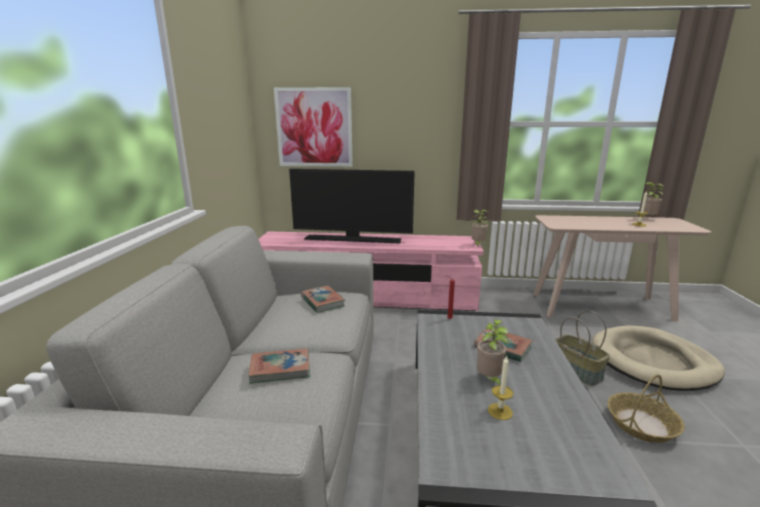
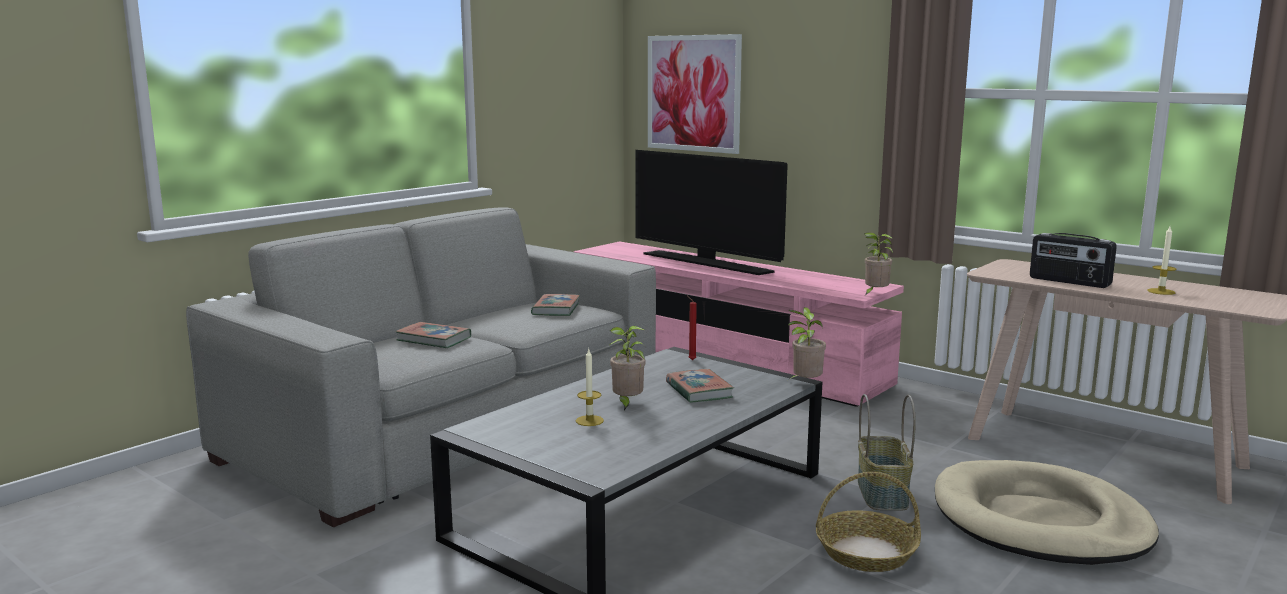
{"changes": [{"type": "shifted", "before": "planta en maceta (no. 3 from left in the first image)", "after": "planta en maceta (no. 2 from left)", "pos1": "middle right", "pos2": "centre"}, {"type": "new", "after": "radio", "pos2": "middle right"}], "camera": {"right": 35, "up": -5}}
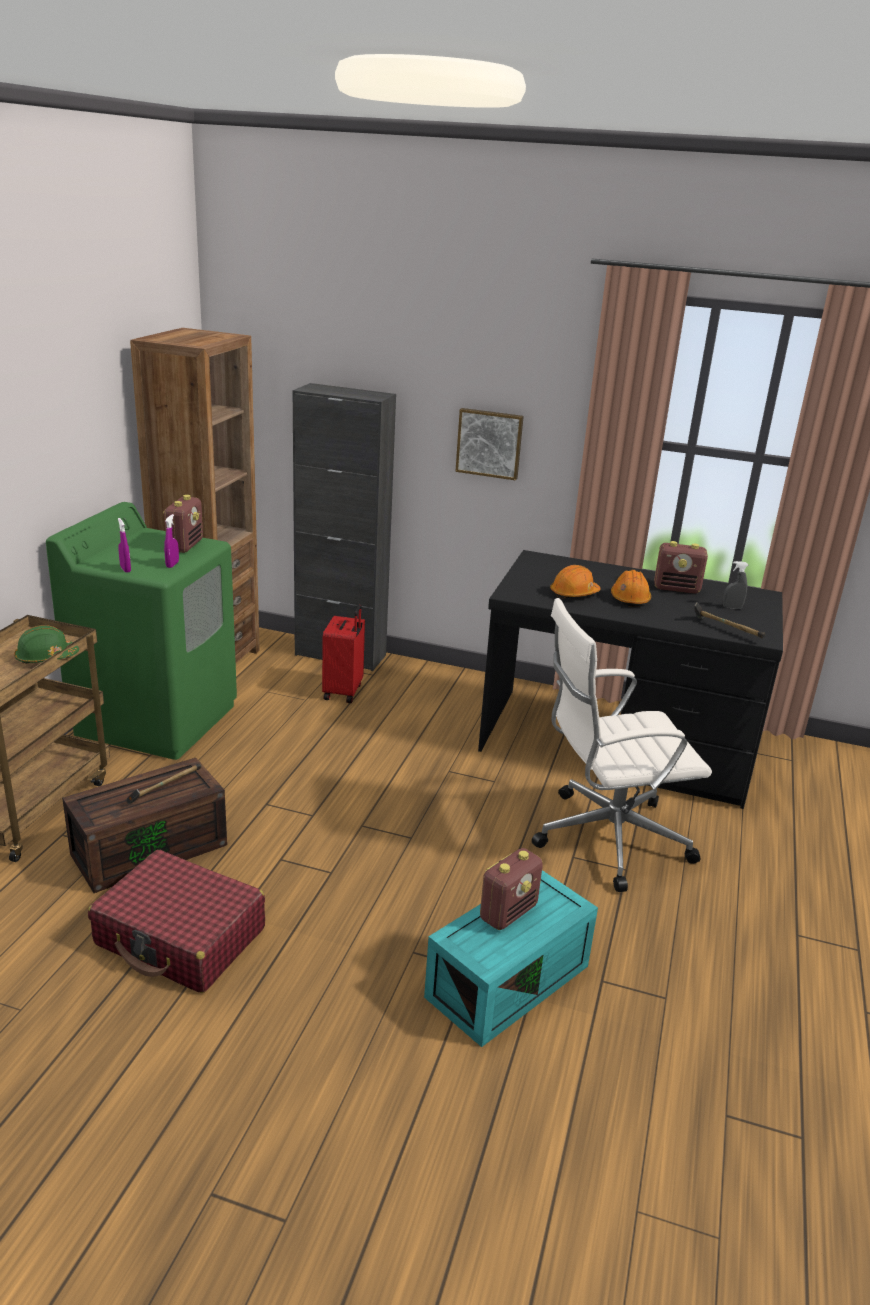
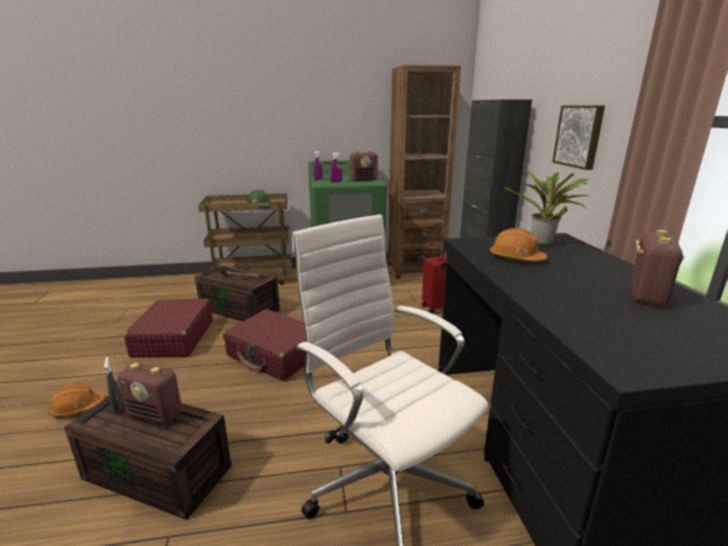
{"changes": [{"type": "repainted", "before": "caja de almacenaje (turquesa)", "after": "caja de almacenaje (marrón) (no. 1 from left)", "pos1": "bottom centre", "pos2": "bottom left"}, {"type": "shifted", "before": "casco (naranja) (no. 2 from left in the first image)", "after": "casco (naranja) (no. 1 from left)", "pos1": "middle right", "pos2": "bottom left"}, {"type": "rotated", "before": "radio (no. 3 from left)", "pos1": "middle right", "pos2": "middle right", "turn": -135}, {"type": "gone", "before": "martillo (no. 2 from left)", "pos1": "middle right"}, {"type": "shifted", "before": "pulverizador (gris)", "pos1": "middle right", "pos2": "bottom left"}, {"type": "new", "after": "maleta (rojo) (no. 2 from left)", "pos2": "centre"}, {"type": "new", "after": "planta en maceta", "pos2": "middle right"}], "camera": {"right": 65, "up": -5}}
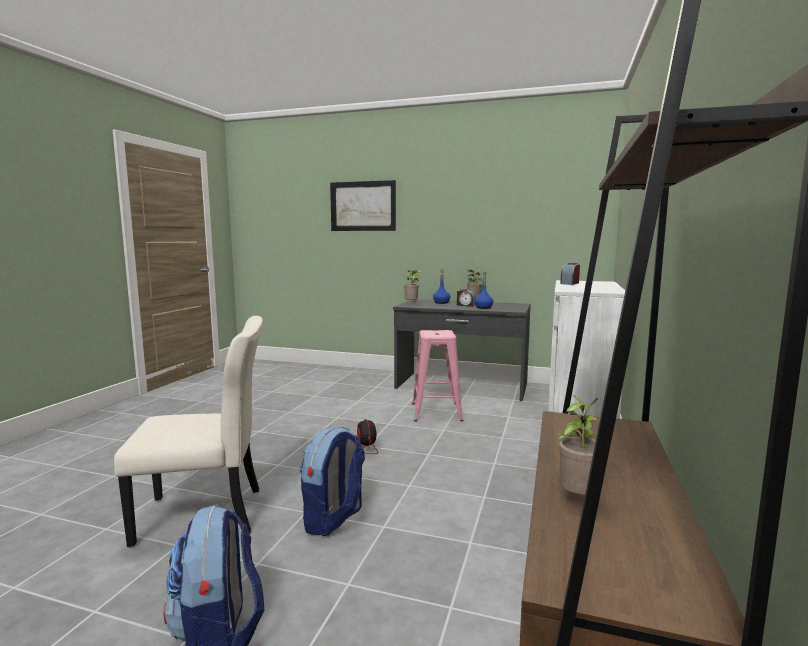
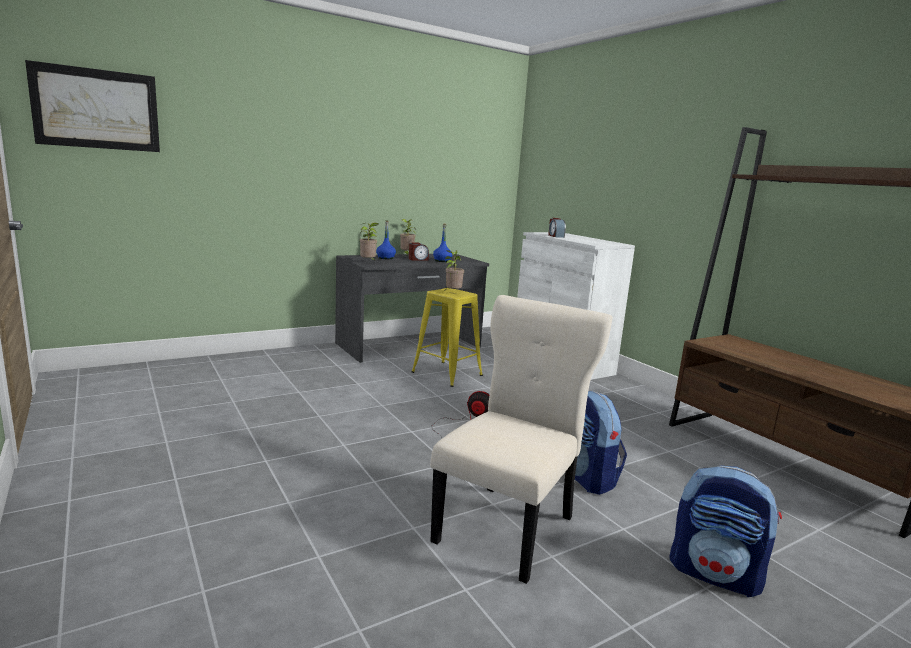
{"changes": [{"type": "shifted", "before": "cuadro", "pos1": "top centre", "pos2": "top left"}, {"type": "repainted", "before": "taburete (rosa)", "after": "taburete (amarillo)", "pos1": "centre", "pos2": "centre"}, {"type": "shifted", "before": "planta en maceta (no. 3 from left)", "pos1": "bottom right", "pos2": "centre"}], "camera": {"right": -50, "up": 5}}
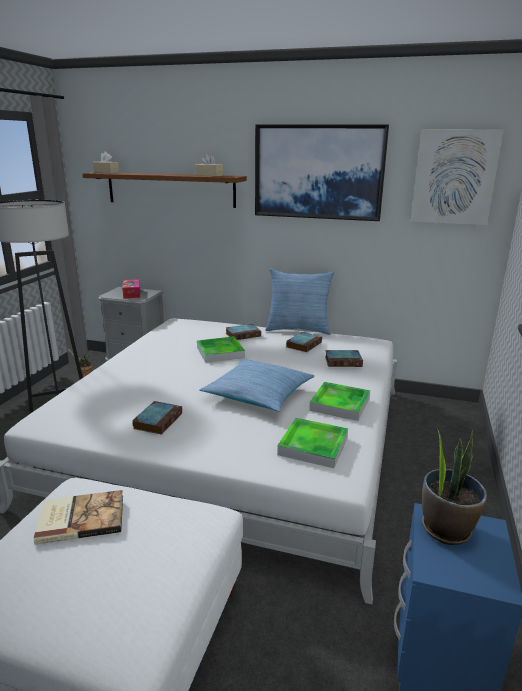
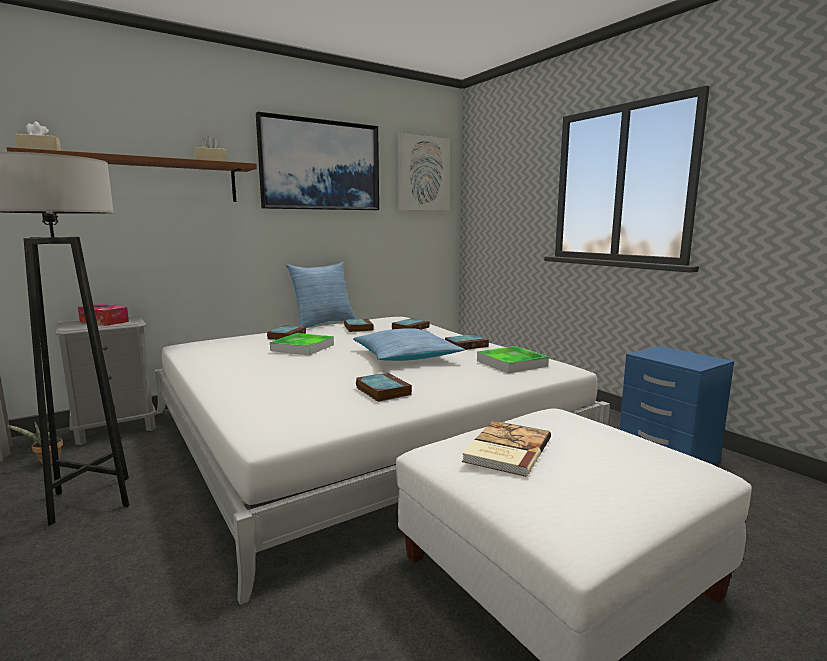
{"changes": [{"type": "swapped", "before": "bandeja (no. 3 from left)", "after": "libro (no. 5 from left)", "pos1": "centre", "pos2": "centre"}, {"type": "gone", "before": "planta en maceta (no. 2 from left)", "pos1": "bottom right"}], "camera": {"right": -50, "up": -10}}
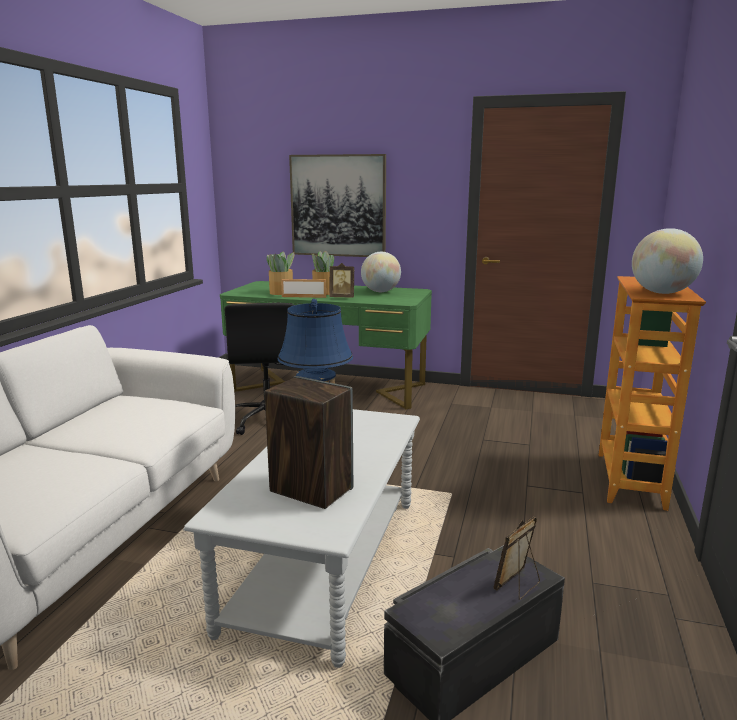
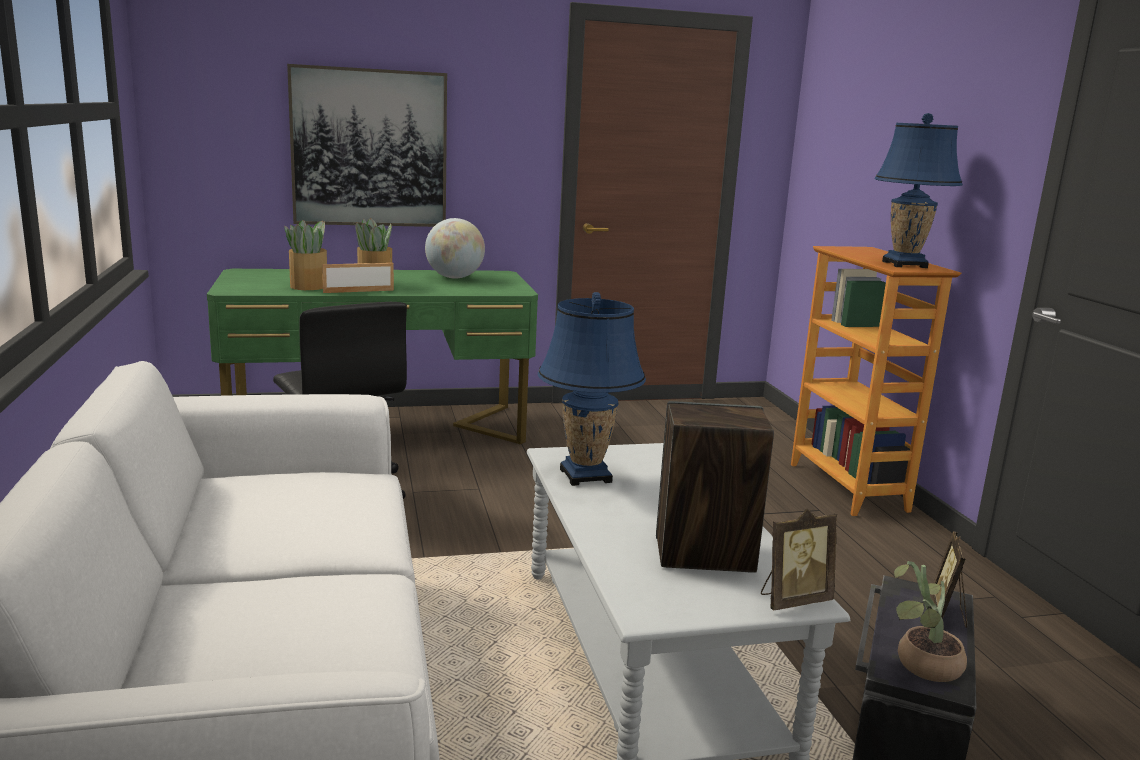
{"changes": [{"type": "shifted", "before": "portarretratos (no. 2 from left)", "pos1": "centre", "pos2": "bottom right"}, {"type": "swapped", "before": "globo terráqueo (no. 2 from left)", "after": "lámpara de mesa (azul) (no. 2 from left)", "pos1": "middle right", "pos2": "top right"}, {"type": "new", "after": "planta en maceta (no. 3 from left)", "pos2": "bottom right"}], "camera": {"right": -30, "up": 0}}
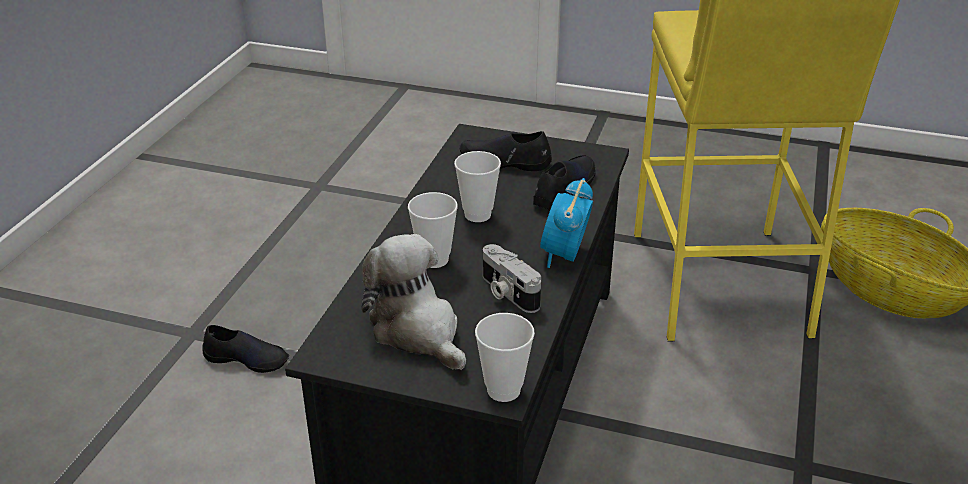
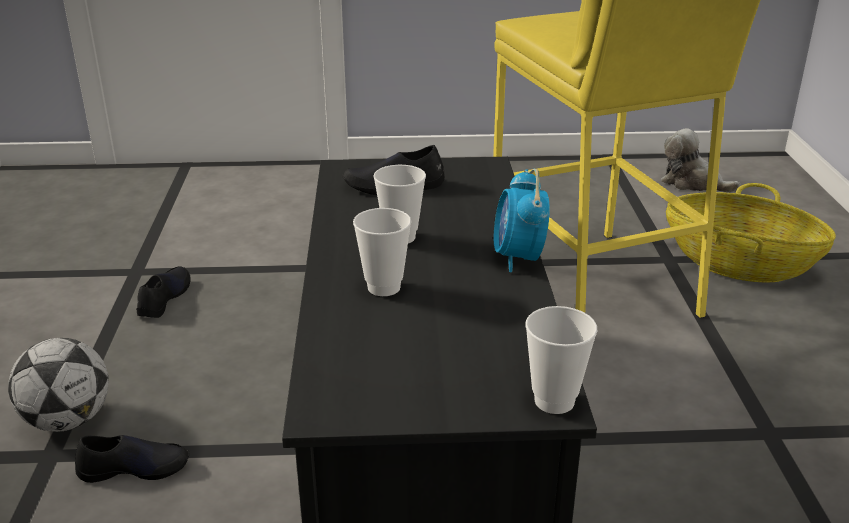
{"changes": [{"type": "shifted", "before": "peluche", "pos1": "centre", "pos2": "top right"}, {"type": "gone", "before": "cámara", "pos1": "centre"}, {"type": "shifted", "before": "zapato (negro) (no. 3 from left in the first image)", "after": "zapato (negro) (no. 2 from left)", "pos1": "centre", "pos2": "middle left"}, {"type": "new", "after": "balón de fútbol", "pos2": "bottom left"}], "camera": {"right": -20, "up": -5}}
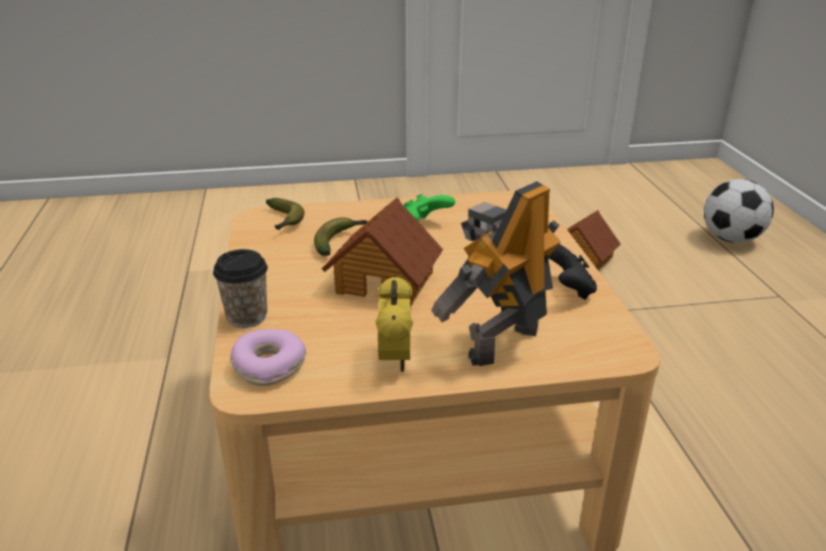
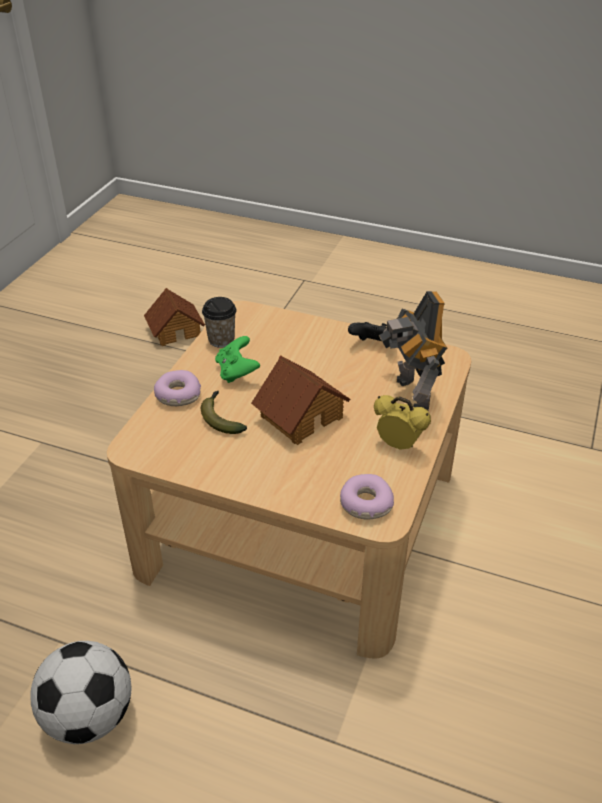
{"changes": [{"type": "shifted", "before": "taza", "pos1": "middle left", "pos2": "centre"}, {"type": "gone", "before": "plátano (no. 1 from left)", "pos1": "centre"}, {"type": "shifted", "before": "balón de fútbol", "pos1": "middle right", "pos2": "bottom left"}, {"type": "new", "after": "rosquilla (no. 1 from left)", "pos2": "middle left"}], "camera": {"right": -60, "up": 10}}
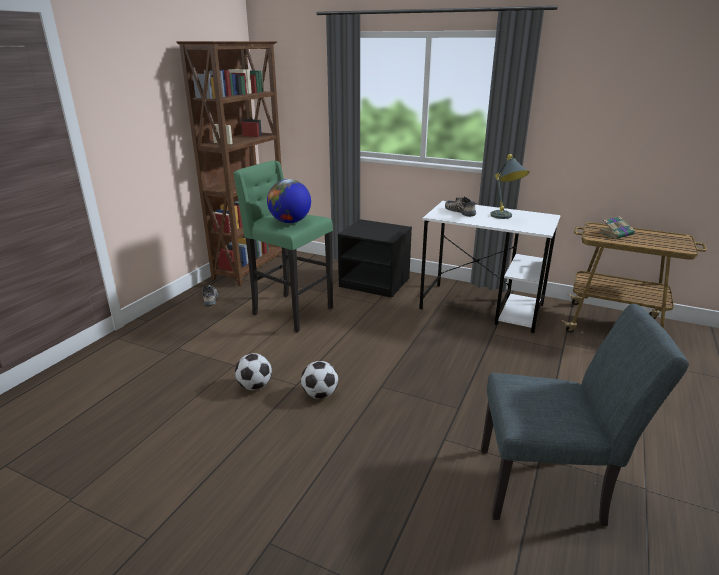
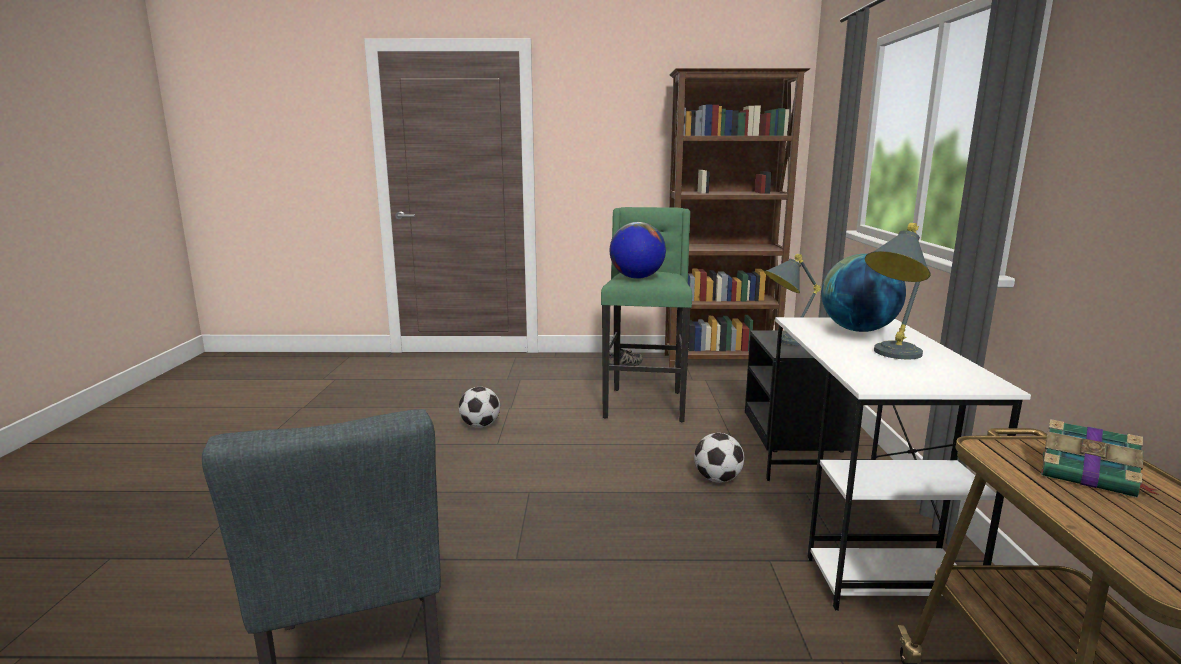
{"changes": [{"type": "shifted", "before": "balón de fútbol (no. 2 from left)", "pos1": "centre", "pos2": "bottom centre"}, {"type": "swapped", "before": "zapato (no. 2 from left)", "after": "globo terráqueo (no. 2 from left)", "pos1": "centre", "pos2": "middle right"}, {"type": "new", "after": "lámpara de mesa (gris) (no. 1 from left)", "pos2": "middle right"}], "camera": {"right": 65, "up": -10}}
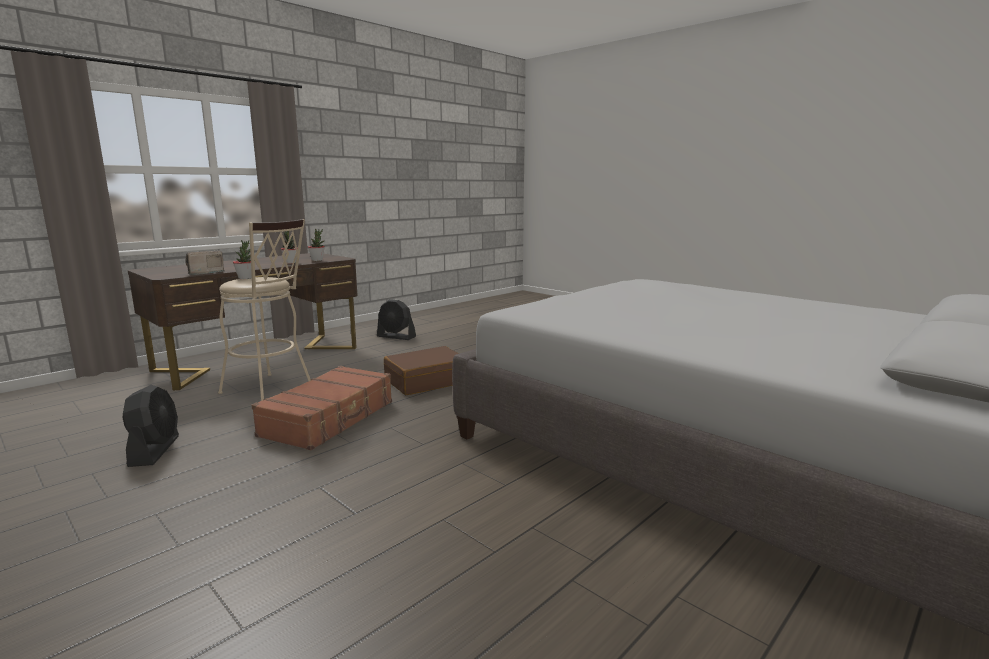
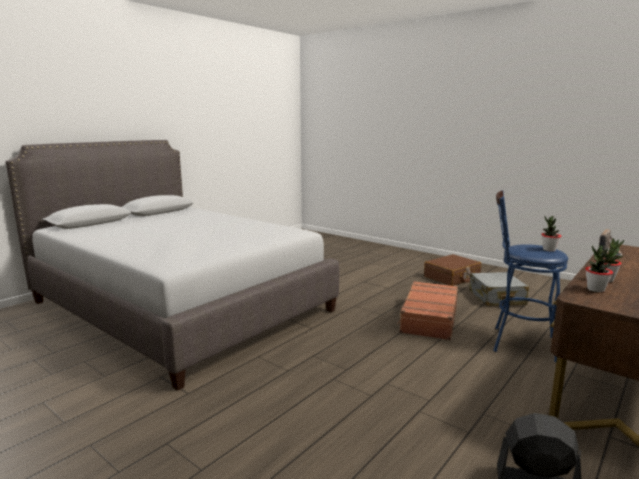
{"changes": [{"type": "swapped", "before": "ventilador (negro) (no. 1 from left)", "after": "maleta (gris)", "pos1": "middle left", "pos2": "middle right"}, {"type": "repainted", "before": "taburete (beis)", "after": "taburete (azul)", "pos1": "middle left", "pos2": "middle right"}, {"type": "shifted", "before": "maleta (marrón) (no. 2 from left)", "pos1": "centre", "pos2": "middle right"}], "camera": {"right": 175, "up": 0}}
